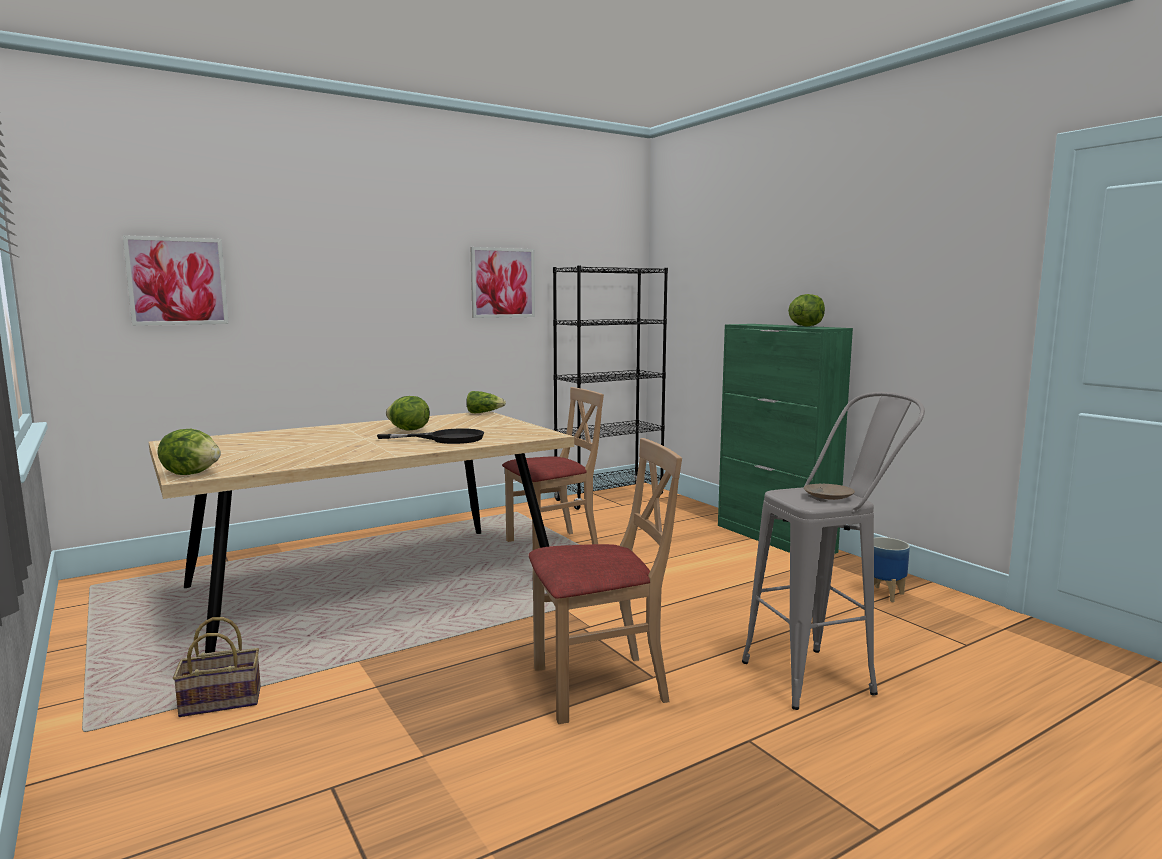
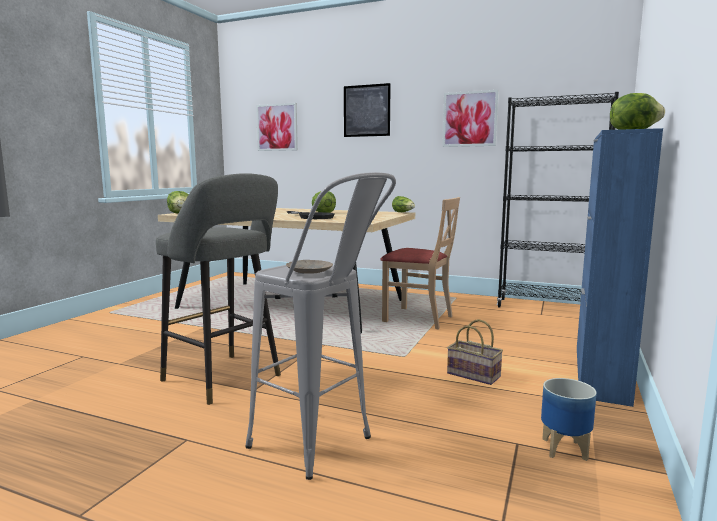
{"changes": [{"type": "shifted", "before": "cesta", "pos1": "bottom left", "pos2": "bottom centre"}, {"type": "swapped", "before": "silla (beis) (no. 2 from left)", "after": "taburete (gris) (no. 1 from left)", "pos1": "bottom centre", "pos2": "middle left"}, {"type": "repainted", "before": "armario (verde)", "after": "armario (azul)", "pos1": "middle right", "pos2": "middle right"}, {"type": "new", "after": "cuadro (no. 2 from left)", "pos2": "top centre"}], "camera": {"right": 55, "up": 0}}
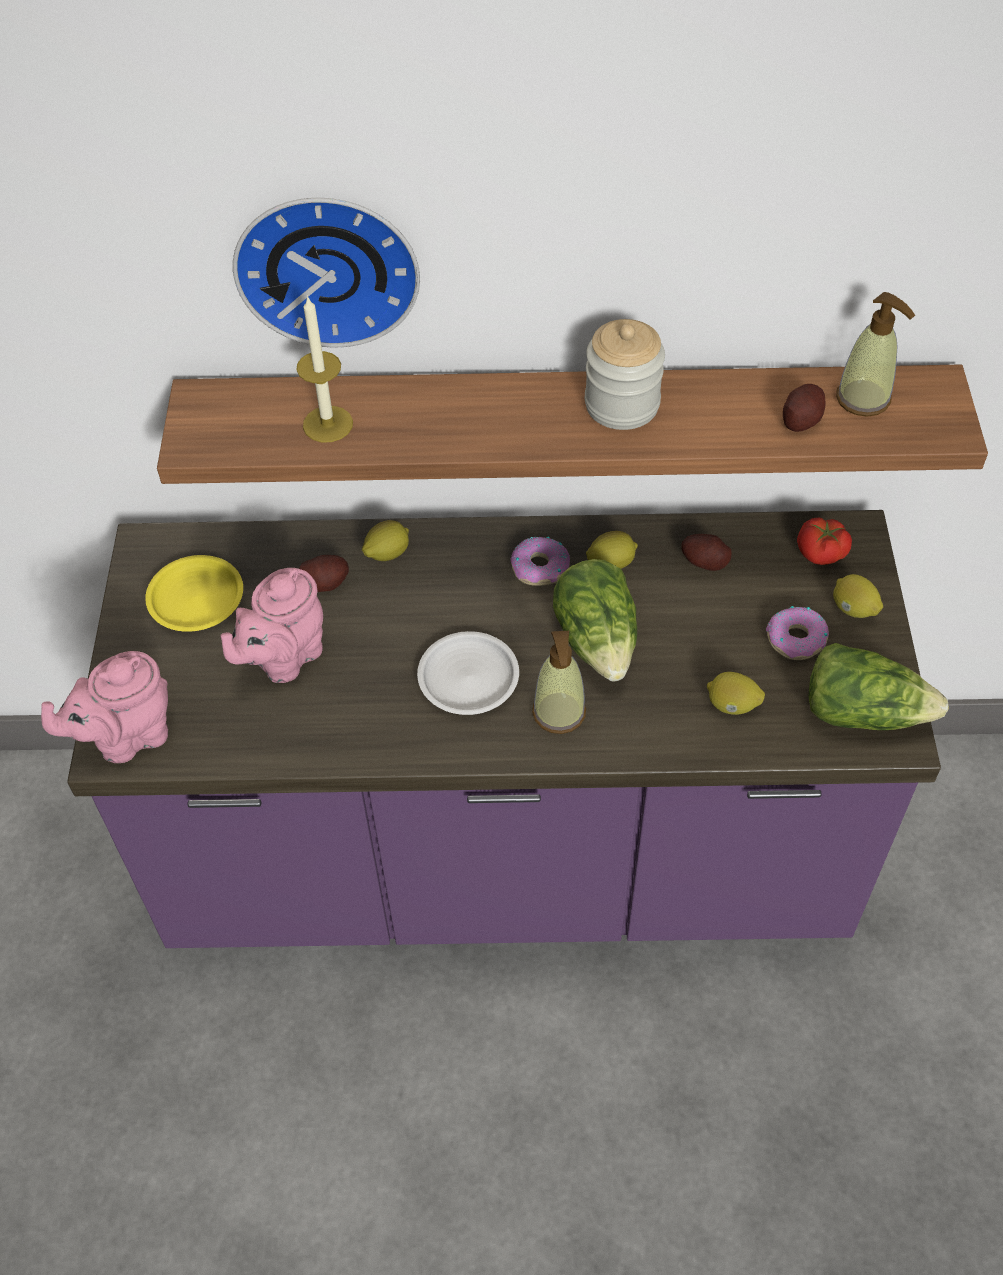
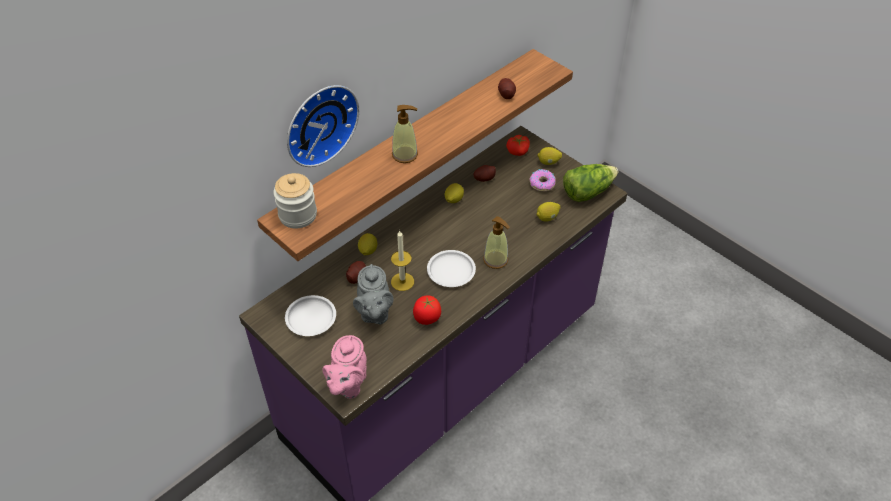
{"changes": [{"type": "repainted", "before": "plato (amarillo)", "after": "plato (blanco) (no. 1 from left)", "pos1": "middle left", "pos2": "centre"}, {"type": "repainted", "before": "tetera (rosa) (no. 2 from left)", "after": "tetera (gris)", "pos1": "middle left", "pos2": "centre"}, {"type": "shifted", "before": "vela", "pos1": "top left", "pos2": "centre"}, {"type": "gone", "before": "rosquilla (no. 1 from left)", "pos1": "centre"}, {"type": "gone", "before": "lechuga (no. 1 from left)", "pos1": "centre"}, {"type": "shifted", "before": "tarro", "pos1": "top centre", "pos2": "middle left"}, {"type": "shifted", "before": "dispensador de jabón (no. 2 from left in the first image)", "after": "dispensador de jabón (no. 1 from left)", "pos1": "top right", "pos2": "top centre"}, {"type": "new", "after": "tomate (no. 1 from left)", "pos2": "centre"}], "camera": {"right": -45, "up": -5}}
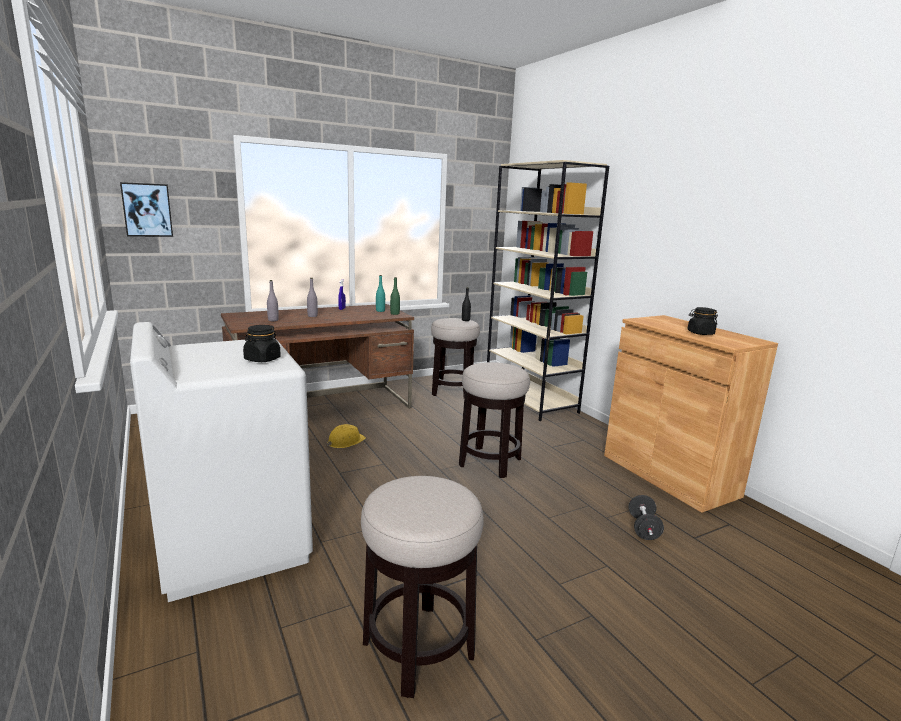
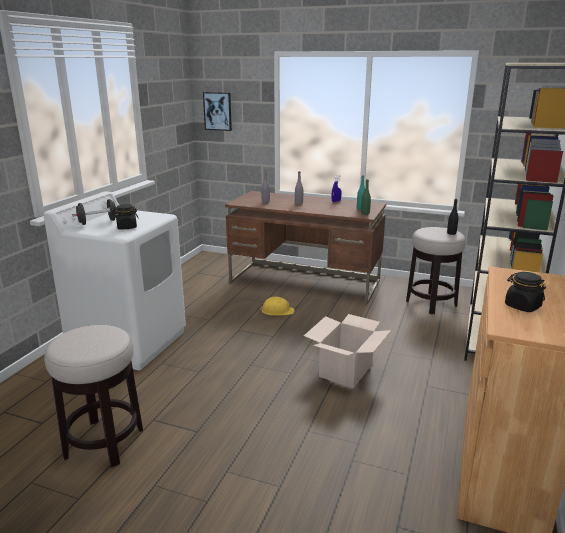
{"changes": [{"type": "swapped", "before": "taburete (no. 3 from left)", "after": "caja de cartón", "pos1": "centre", "pos2": "centre"}, {"type": "shifted", "before": "mancuerna (negro)", "pos1": "bottom right", "pos2": "middle left"}], "camera": {"right": 50, "up": 5}}
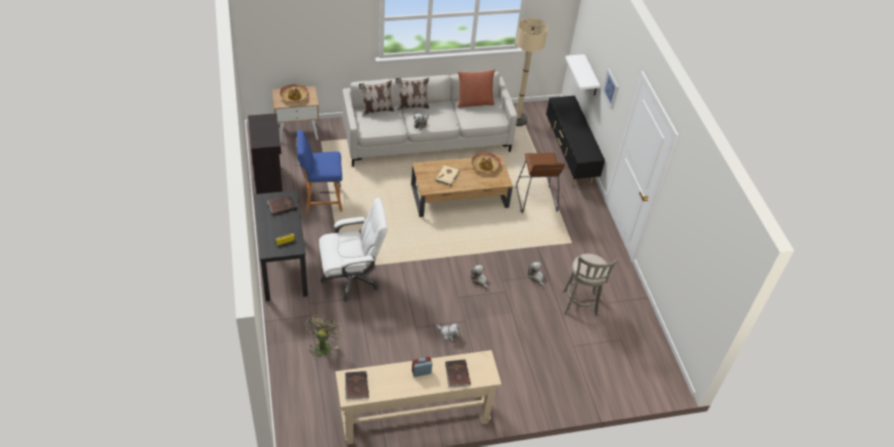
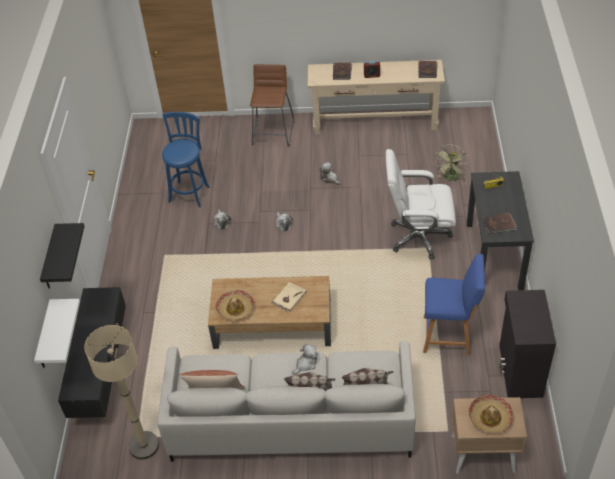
{"changes": [{"type": "shifted", "before": "taburete (marrón)", "pos1": "centre", "pos2": "top centre"}, {"type": "repainted", "before": "taburete (gris)", "after": "taburete (azul) (no. 1 from left)", "pos1": "centre", "pos2": "middle left"}, {"type": "swapped", "before": "cuadro", "after": "estante (negro)", "pos1": "top right", "pos2": "middle left"}], "camera": {"right": -160, "up": 0}}
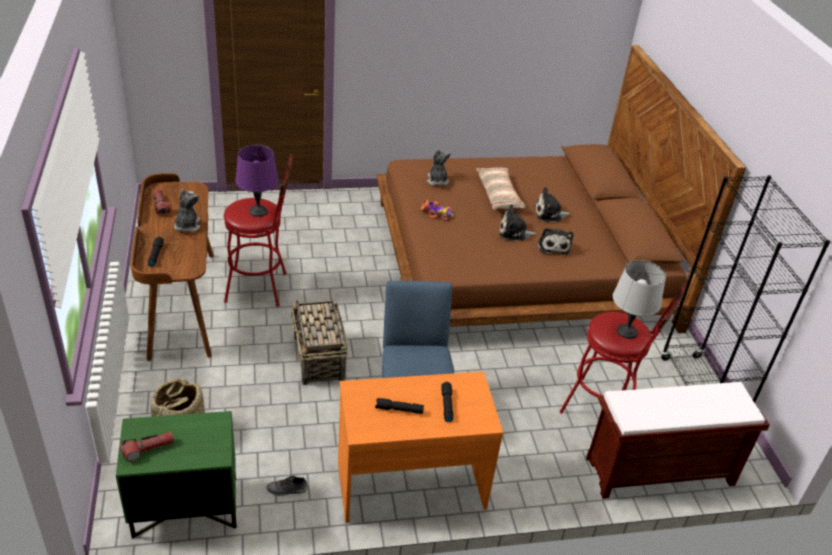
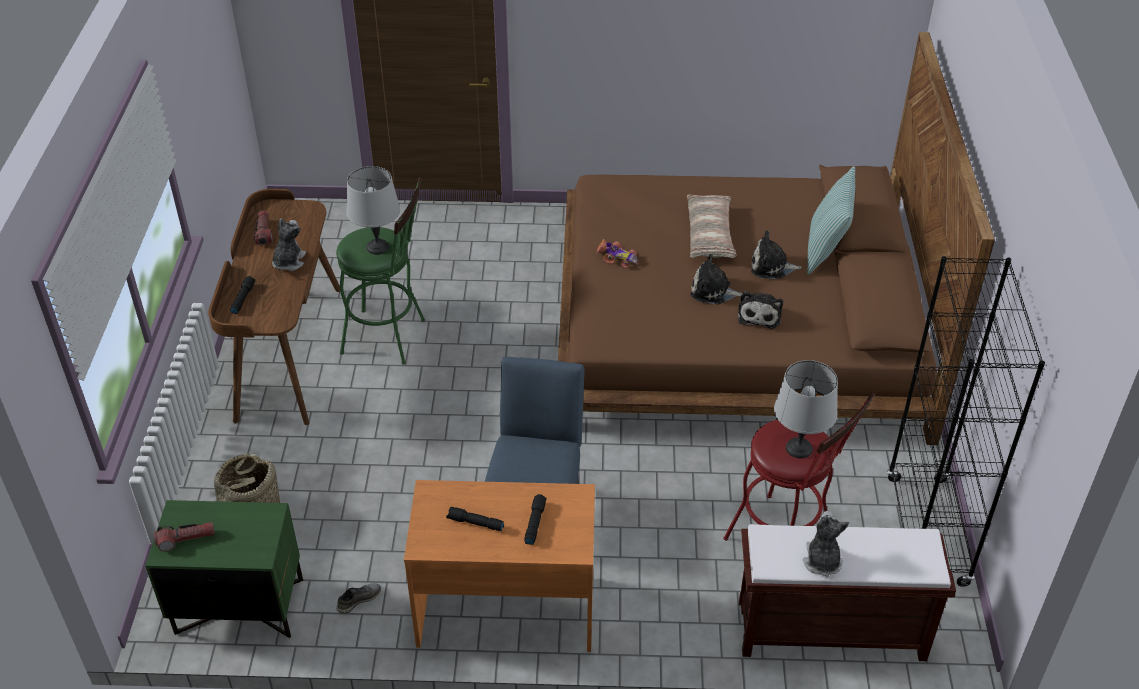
{"changes": [{"type": "repainted", "before": "taburete (rojo) (no. 1 from left)", "after": "taburete (verde)", "pos1": "middle left", "pos2": "centre"}, {"type": "repainted", "before": "lámpara de mesa (morado)", "after": "lámpara de mesa (gris) (no. 1 from left)", "pos1": "top left", "pos2": "top left"}, {"type": "rotated", "before": "zapato (gris)", "pos1": "bottom centre", "pos2": "bottom left", "turn": 135}, {"type": "gone", "before": "cesta (no. 2 from left)", "pos1": "centre"}, {"type": "shifted", "before": "peluche (no. 2 from left in the first image)", "after": "peluche (no. 5 from left)", "pos1": "top centre", "pos2": "bottom right"}, {"type": "new", "after": "cojín (no. 2 from left)", "pos2": "top right"}], "camera": {"right": 15, "up": 5}}
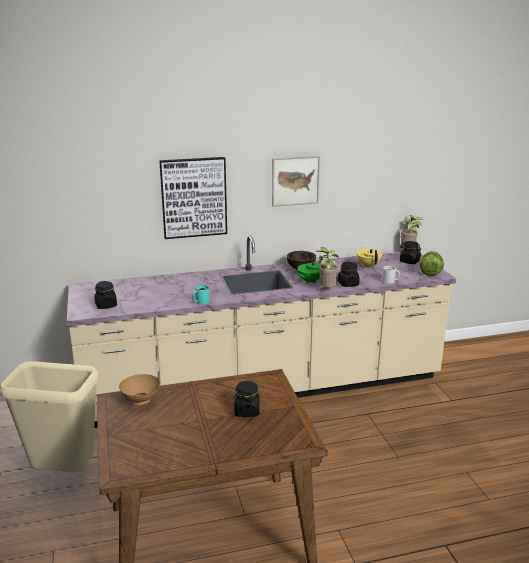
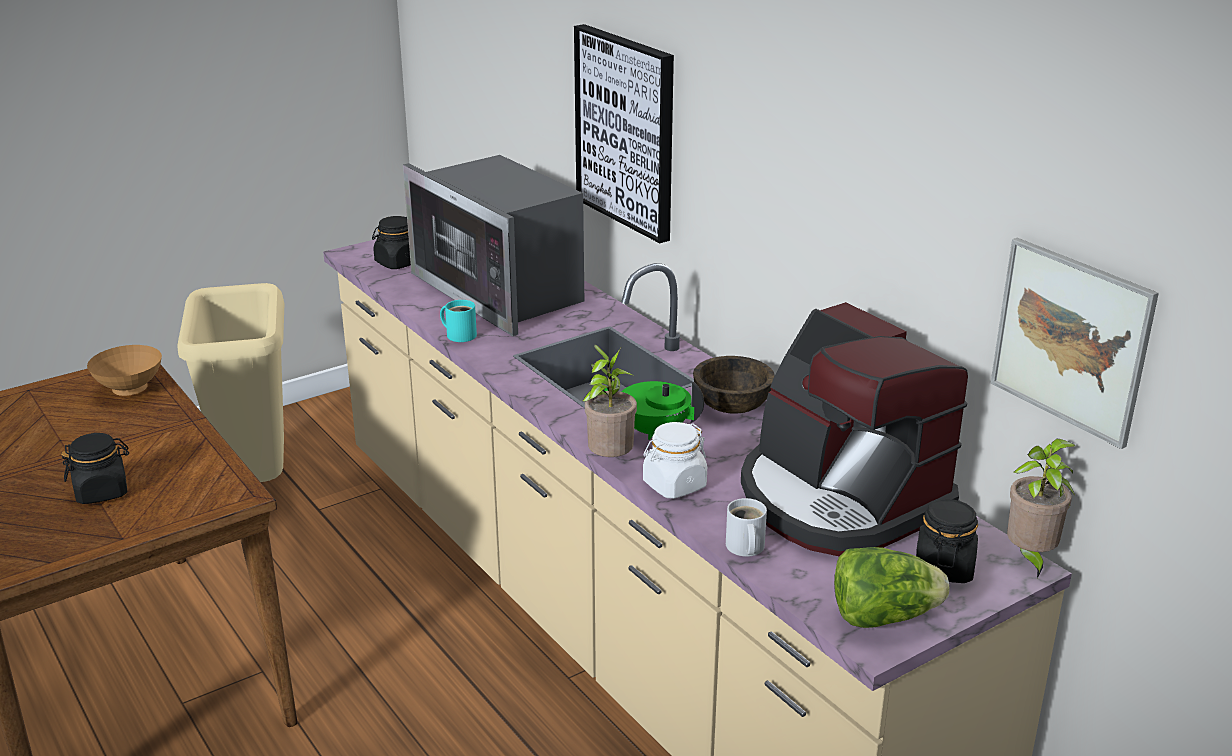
{"changes": [{"type": "shifted", "before": "cuadro (no. 2 from left)", "pos1": "top centre", "pos2": "middle right"}, {"type": "repainted", "before": "tarro (negro) (no. 3 from left)", "after": "tarro (blanco)", "pos1": "centre", "pos2": "centre"}, {"type": "swapped", "before": "tetera (amarillo)", "after": "cafetera", "pos1": "middle right", "pos2": "middle right"}, {"type": "new", "after": "microondas", "pos2": "top centre"}], "camera": {"right": 70, "up": 5}}
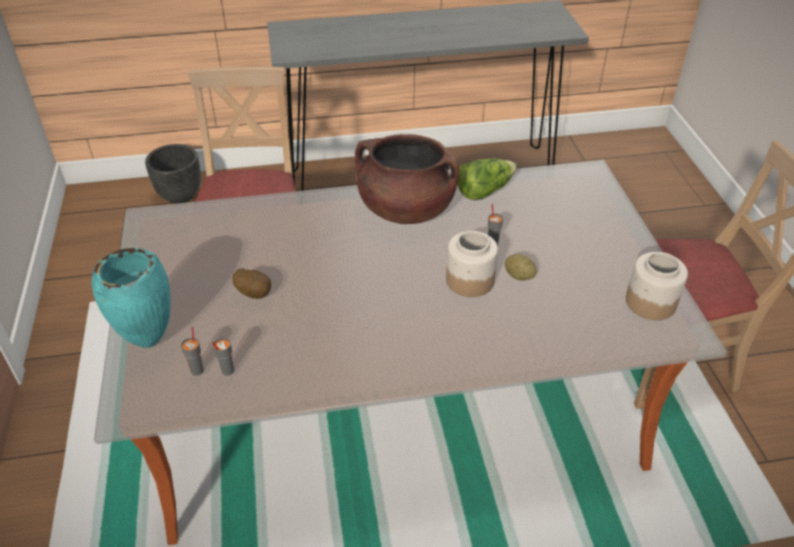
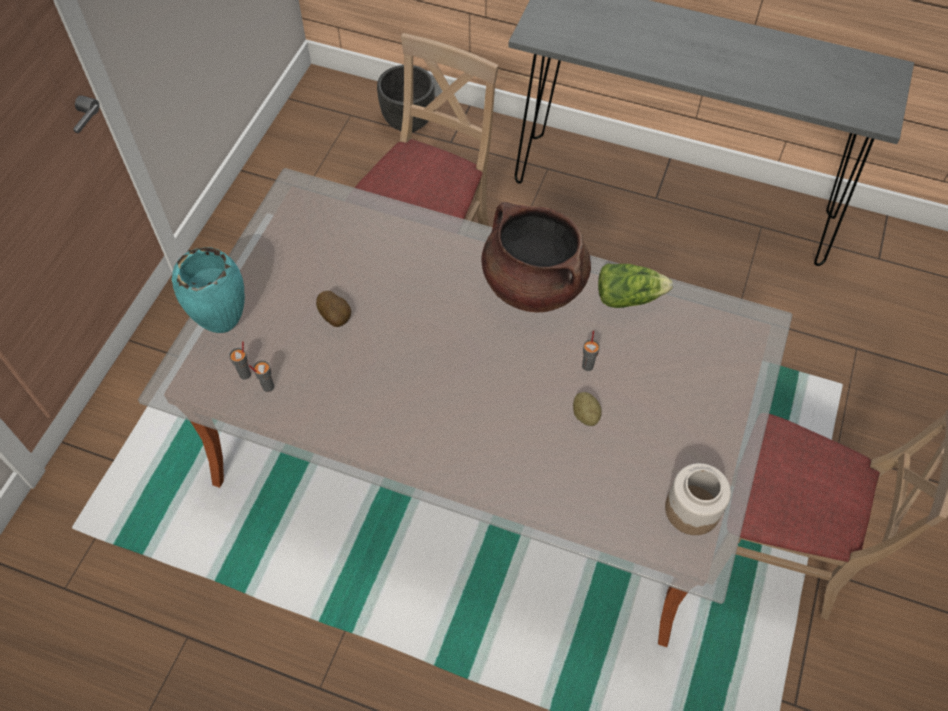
{"changes": [{"type": "gone", "before": "tarro (no. 1 from left)", "pos1": "centre"}], "camera": {"right": 30, "up": 15}}
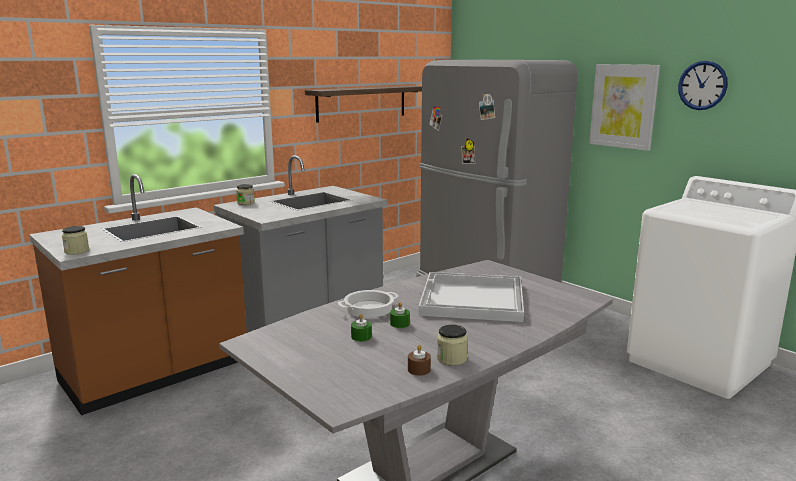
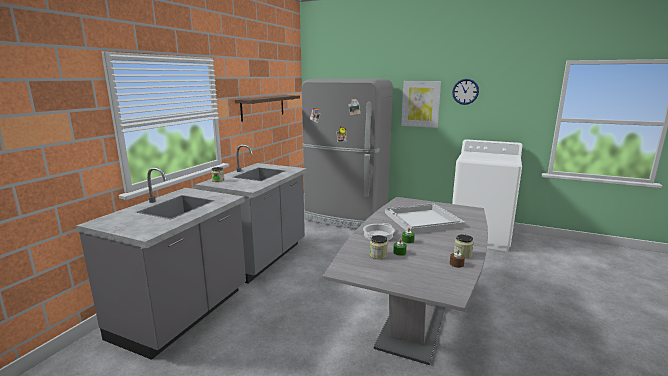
{"changes": [{"type": "repainted", "before": "mueble bajo de cocina (marrón)", "after": "mueble bajo de cocina (gris) (no. 1 from left)", "pos1": "middle left", "pos2": "bottom left"}, {"type": "shifted", "before": "tarro (no. 1 from left in the first image)", "after": "tarro (no. 2 from left)", "pos1": "middle left", "pos2": "centre"}], "camera": {"right": -25, "up": 0}}
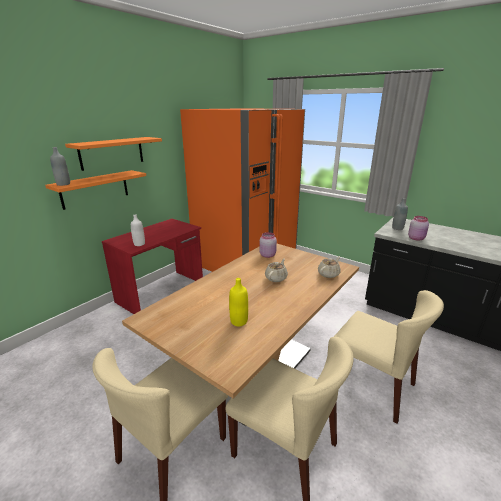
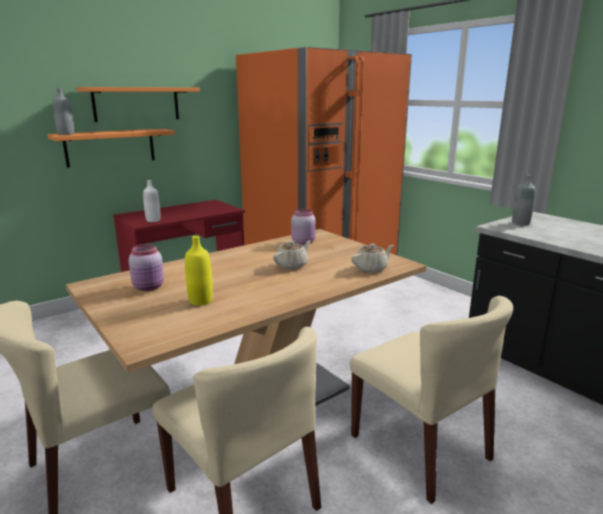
{"changes": [{"type": "shifted", "before": "tarro (rosa) (no. 2 from left in the first image)", "after": "tarro (rosa) (no. 1 from left)", "pos1": "middle right", "pos2": "middle left"}], "camera": {"right": 15, "up": -5}}
